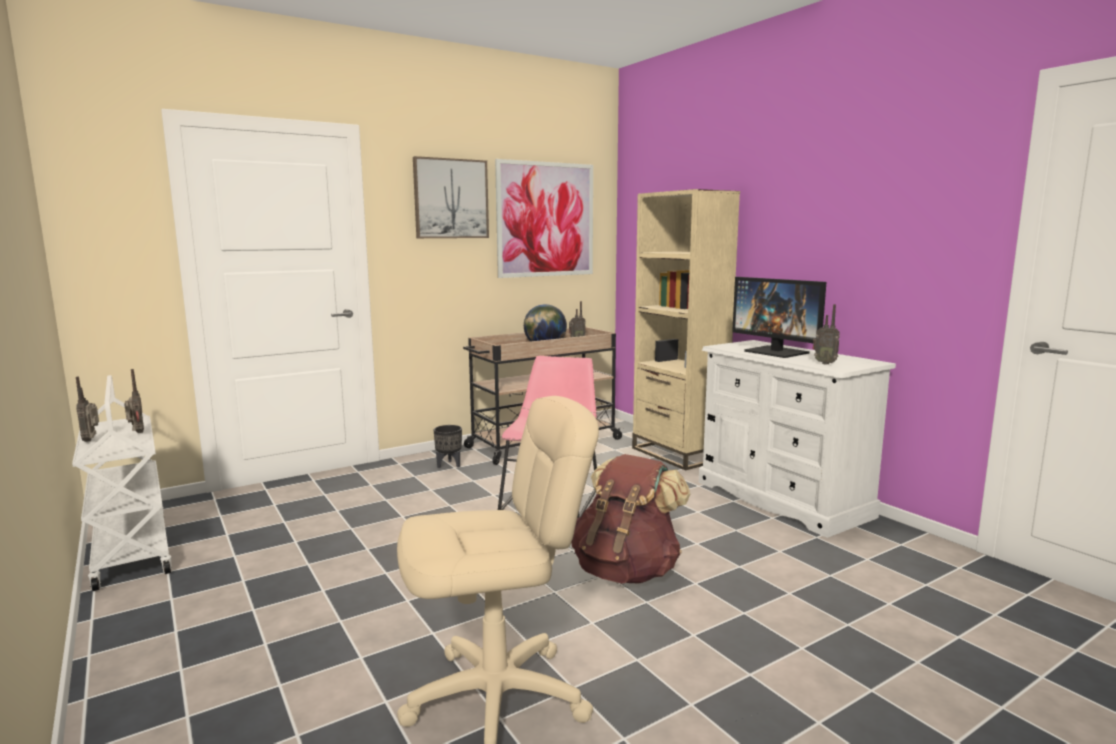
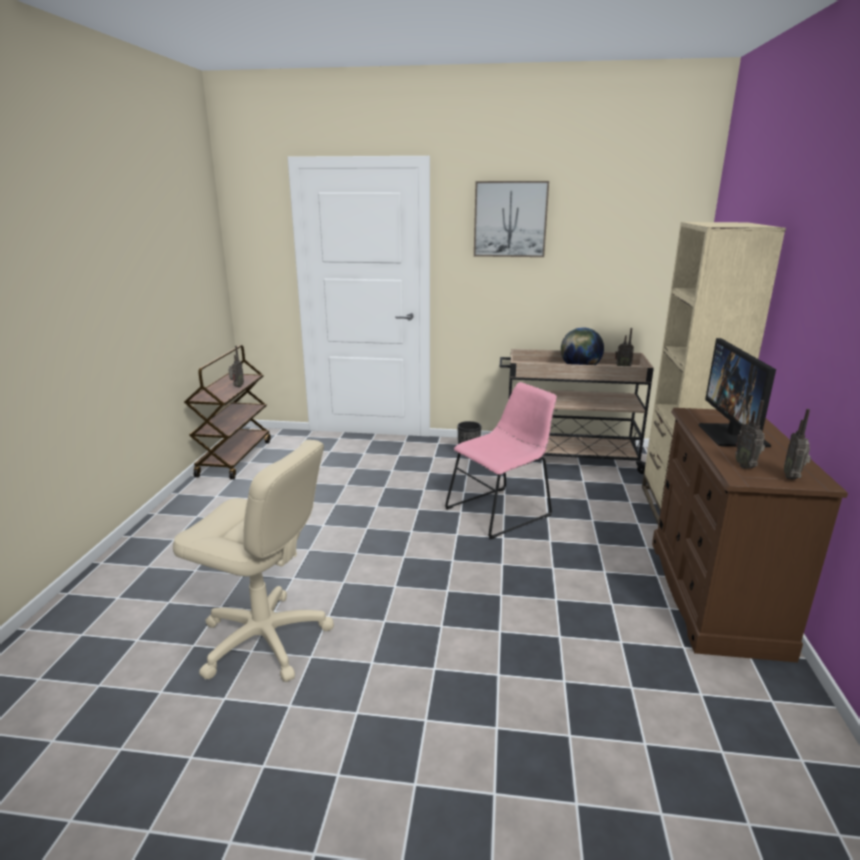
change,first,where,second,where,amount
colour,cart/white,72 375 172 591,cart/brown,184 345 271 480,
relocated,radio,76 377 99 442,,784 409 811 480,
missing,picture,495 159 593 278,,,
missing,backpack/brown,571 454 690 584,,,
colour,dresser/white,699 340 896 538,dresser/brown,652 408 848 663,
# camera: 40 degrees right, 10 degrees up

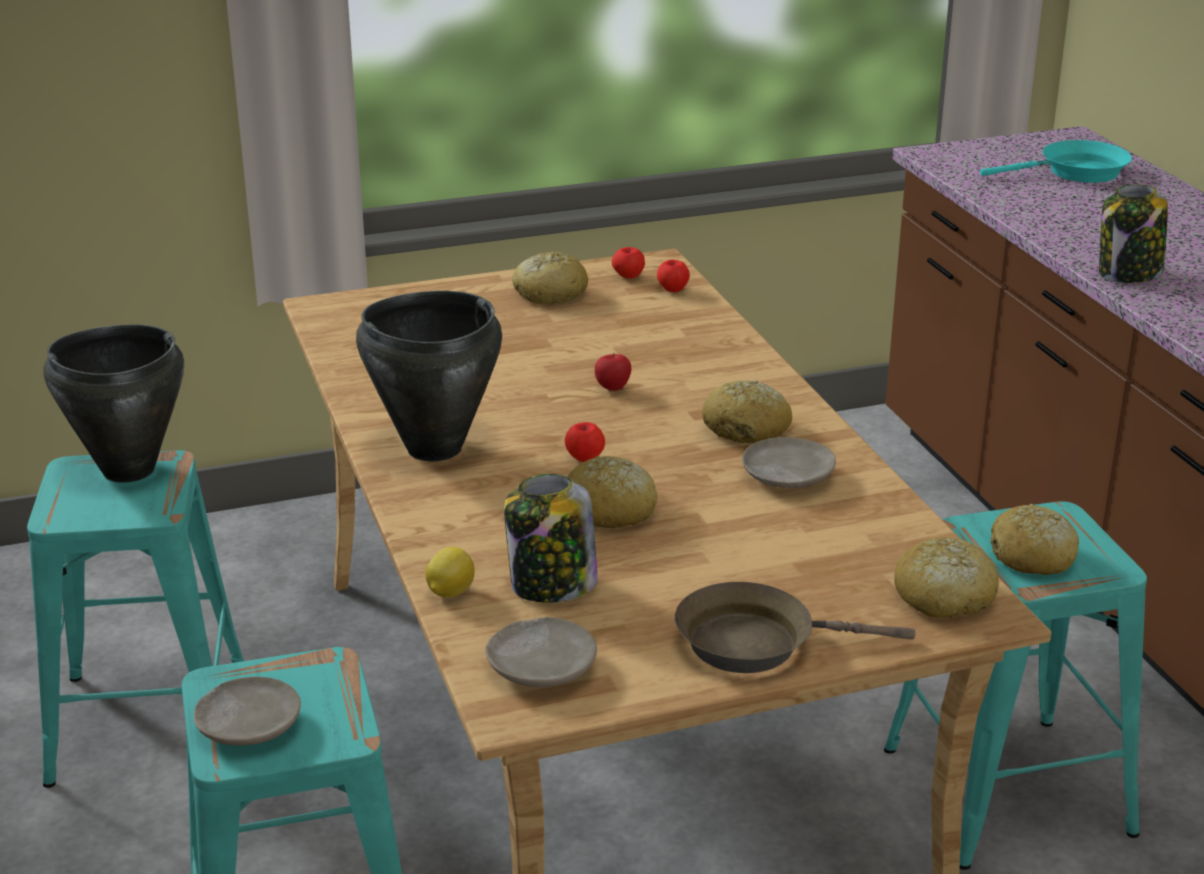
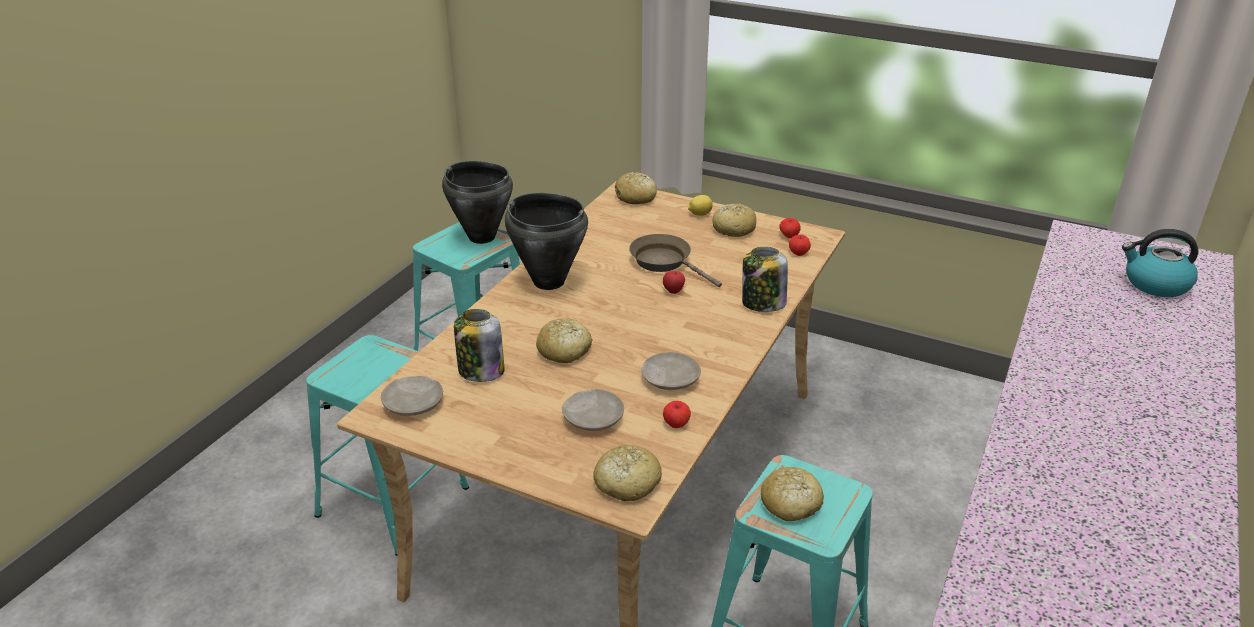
change,first,where,second,where,amount
relocated,plate/beige,194 677 301 746,,562 389 624 431,
relocated,lemon,425 547 475 597,,688 195 713 216,
relocated,apple,565 422 605 462,,663 401 691 428,
relocated,frying pan/brown,675 582 915 673,,629 234 722 287,
relocated,bread,702 380 792 444,,615 172 657 204,
exchanged,frying pan/turquoise,980 140 1132 183,kettle,1122 229 1198 297,
relocated,jar,1099 184 1168 283,,742 247 788 312,
# camera: 45 degrees right, 5 degrees up

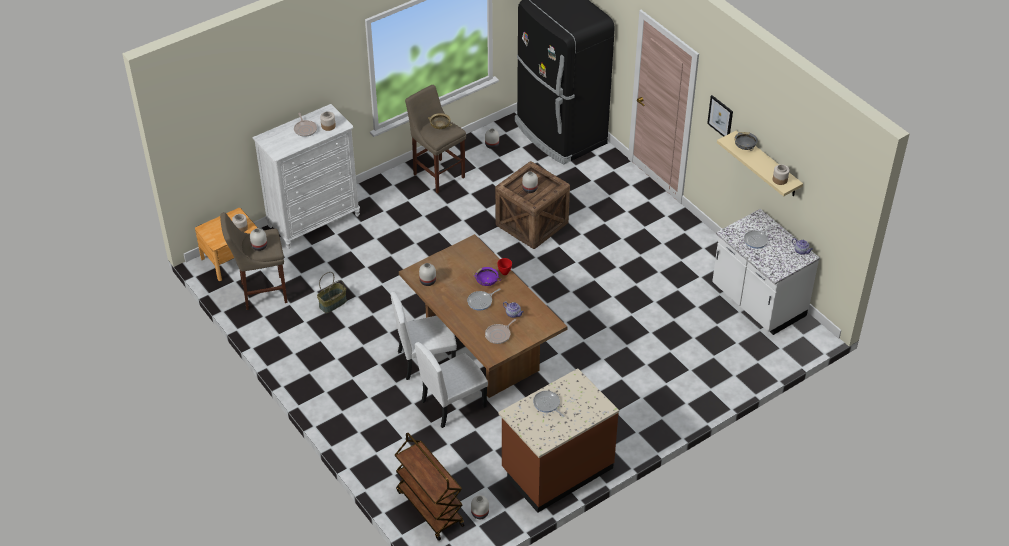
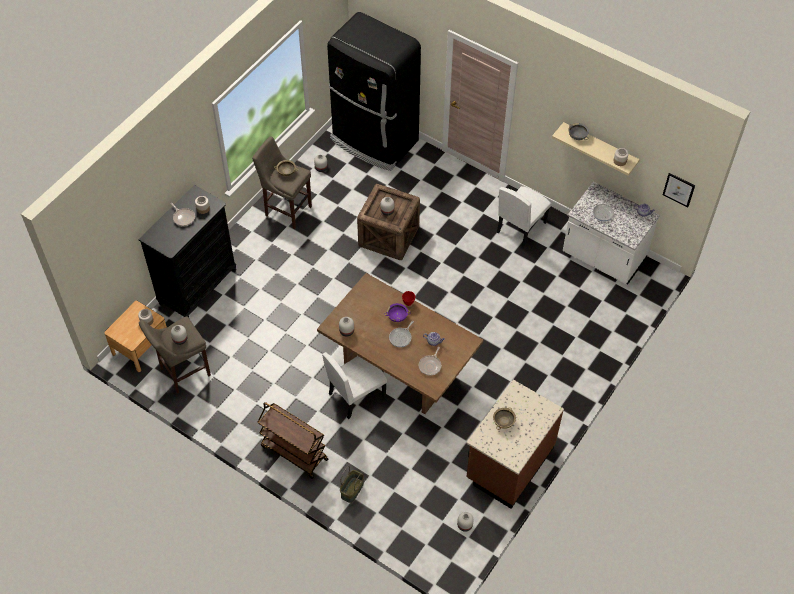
change,first,where,second,where,amount
colour,dresser/white,252 104 360 249,dresser/black,138 185 236 318,
relocated,basket,317 272 347 313,,340 466 364 503,
relocated,cart/brown,395 432 465 541,,257 402 328 479,
relocated,chair/white,415 342 488 428,,497 186 551 248,
exchanged,frying pan,533 391 565 417,bowl/beige,493 407 516 430,
relocated,picture,707 95 733 137,,663 173 695 208,
# camera: 20 degrees left, 10 degrees up

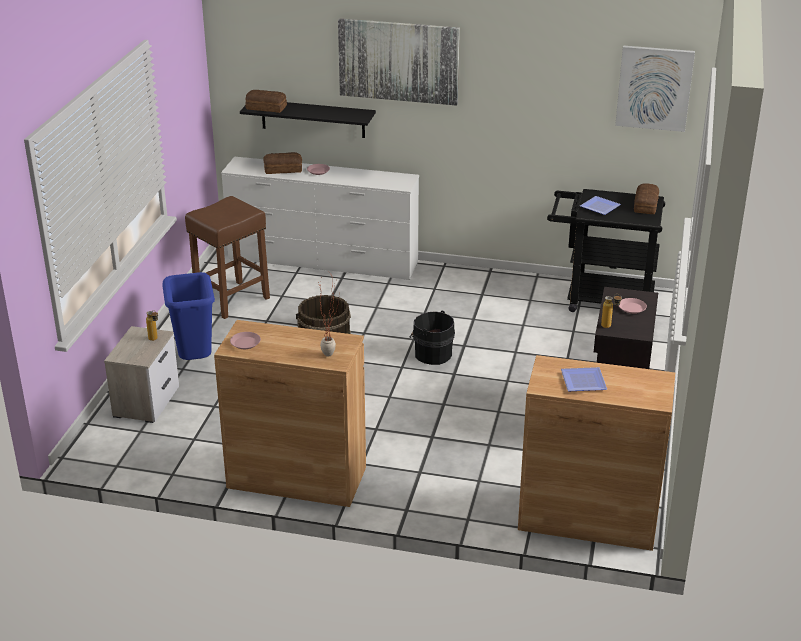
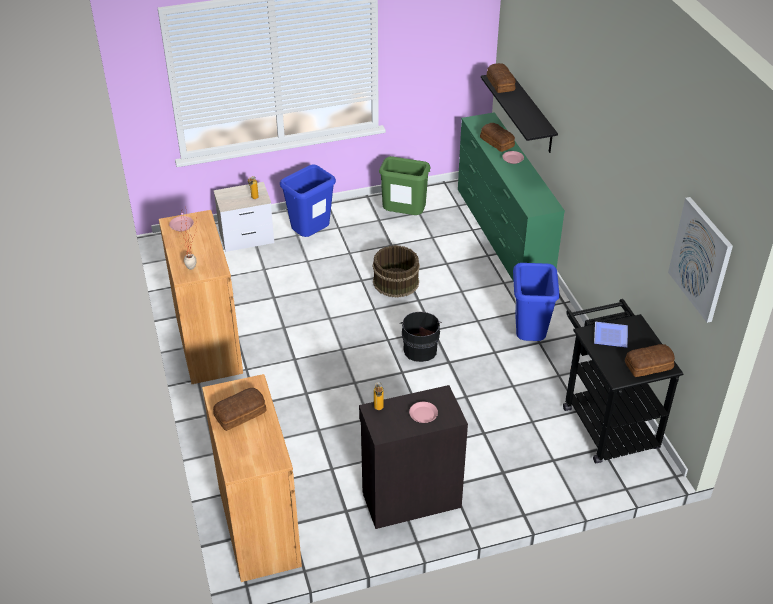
change,first,where,second,where,amount
exchanged,stool/brown,185 196 270 319,trash can/green,379 156 430 215,
colour,dresser/white,221 156 419 280,dresser/green,458 112 565 282,
missing,picture,338 18 460 106,,,
exchanged,plate,561 367 607 391,bread,213 388 266 431,
appeared,,,trash can/blue,513 263 560 341,
# camera: 60 degrees right, 10 degrees up

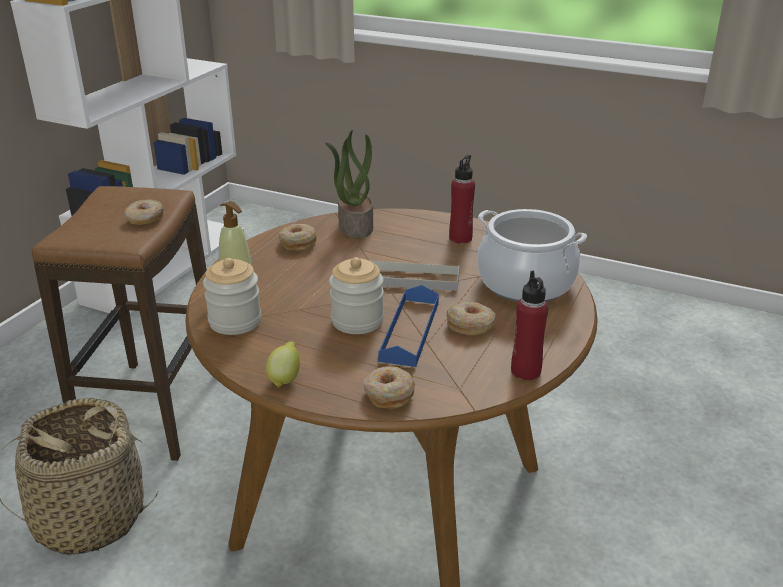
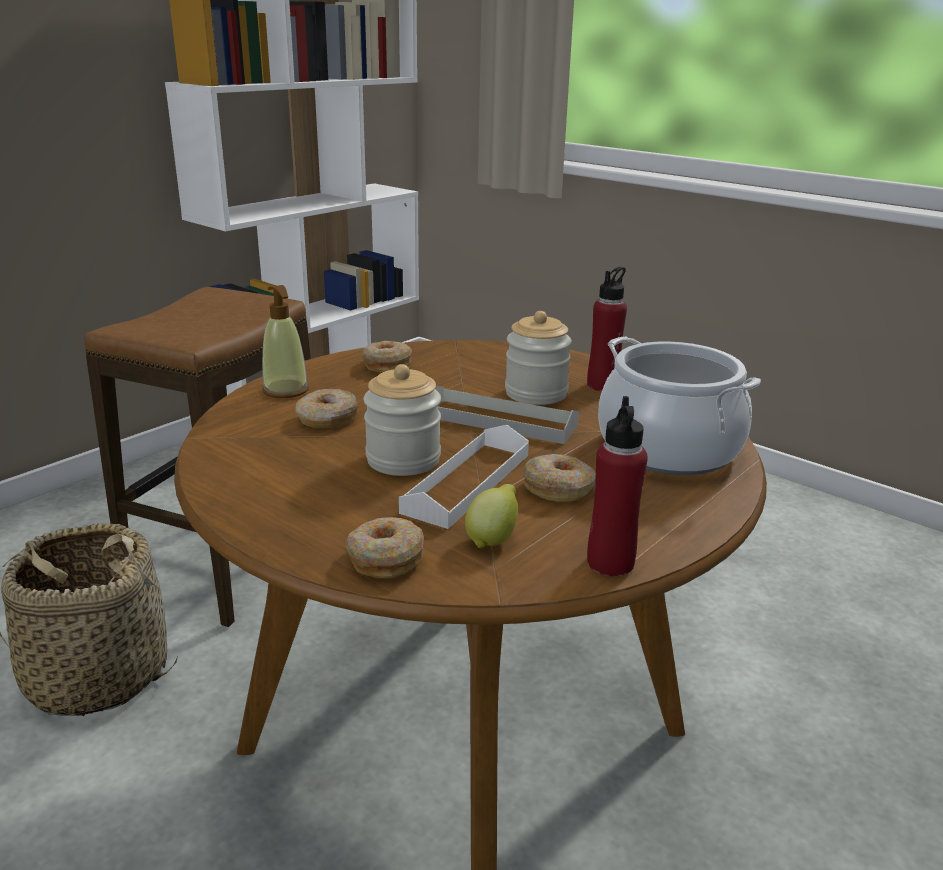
change,first,where,second,where,amount
relocated,donut,124 199 163 225,,295 389 358 428,
relocated,jar,203 258 261 335,,505 311 572 405,
relocated,lemon,266 341 300 387,,465 484 518 548,
missing,potted plant,325 130 373 238,,,
colour,tray/blue,378 285 439 367,tray/white,399 425 529 529,
# camera: 15 degrees right, 5 degrees down

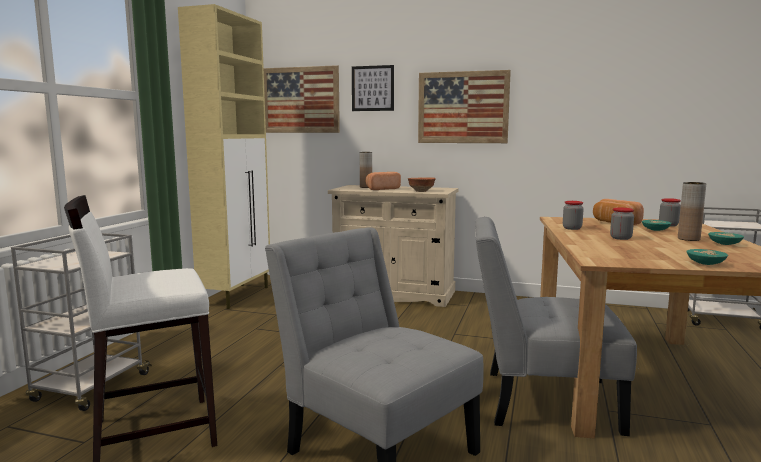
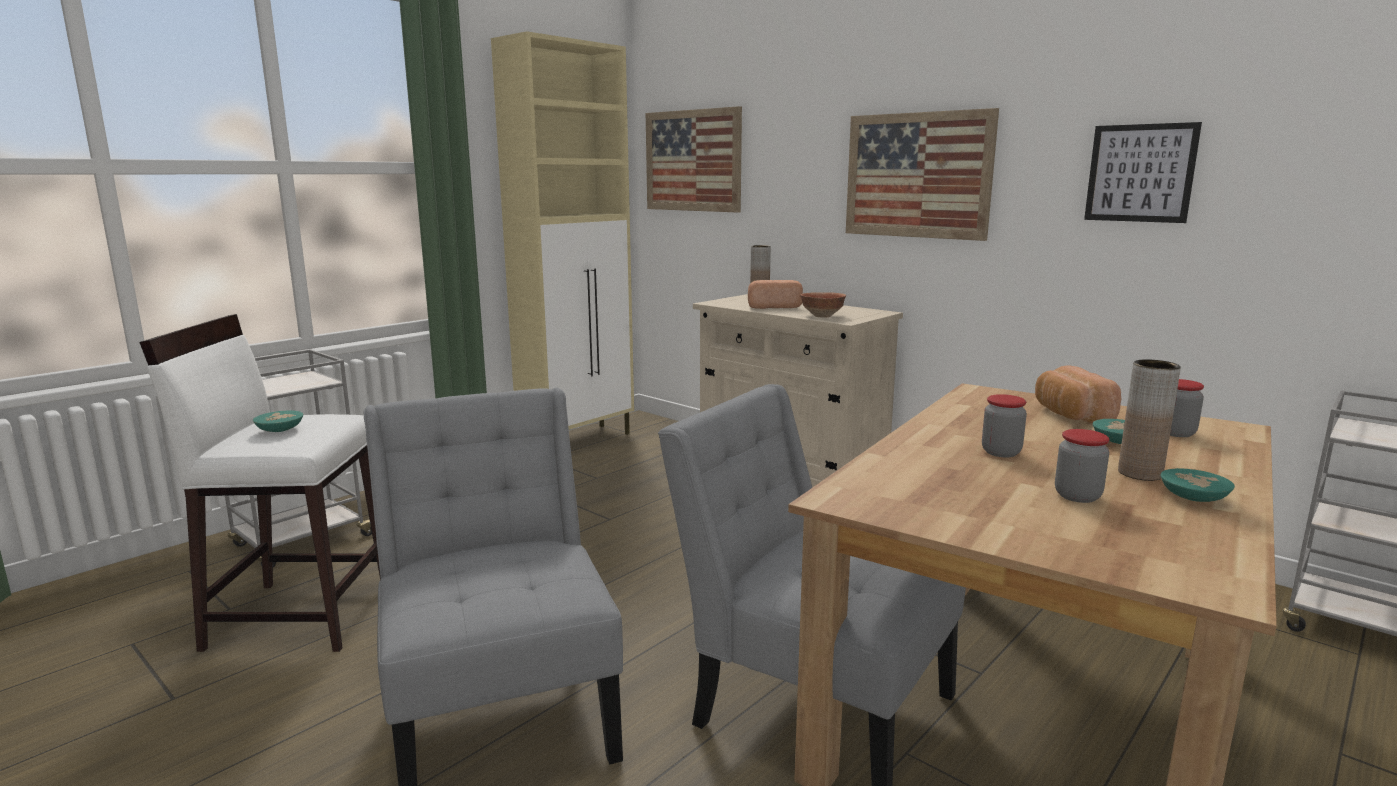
change,first,where,second,where,amount
relocated,picture,352 65 394 111,,1084 122 1202 223,
relocated,jar,563 201 584 230,,1055 429 1110 503,
relocated,bowl/turquoise,686 249 728 265,,253 410 303 432,
# camera: 25 degrees right, 5 degrees up

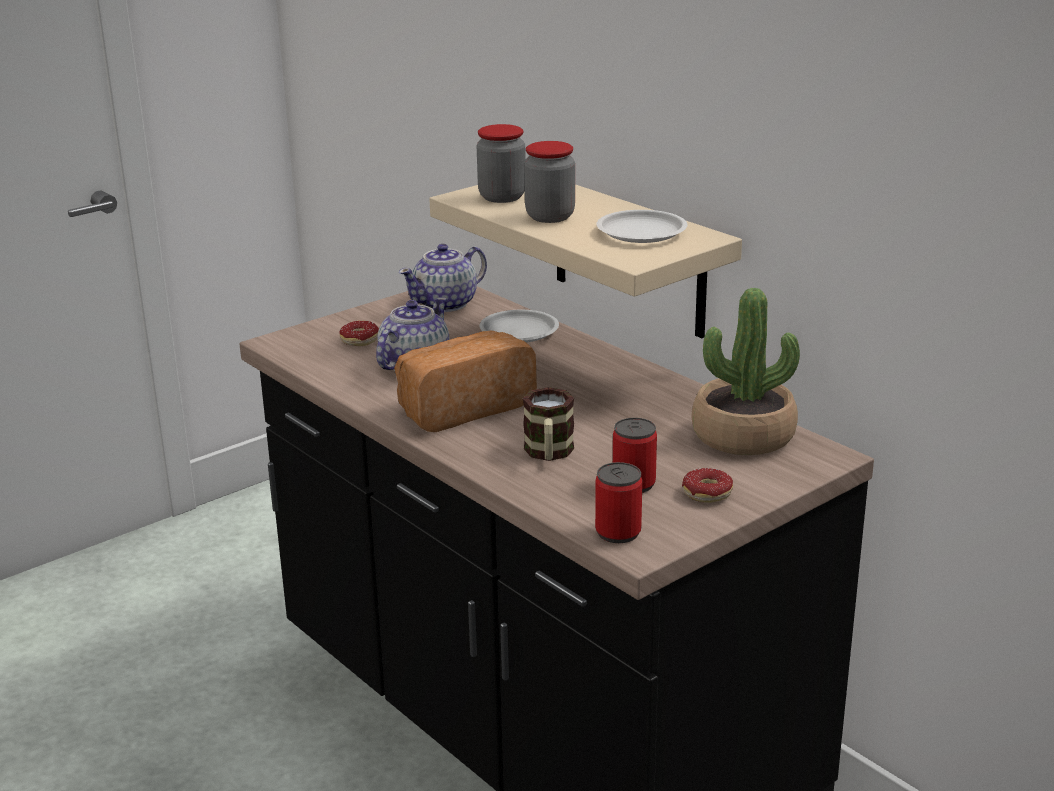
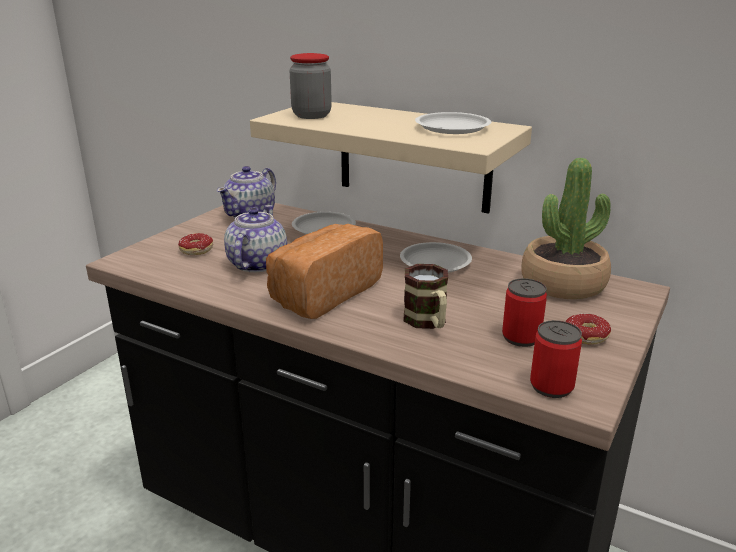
change,first,where,second,where,amount
missing,jar,524 141 575 223,,,
appeared,,,plate/white,400 242 472 273,
# camera: 20 degrees left, 0 degrees up

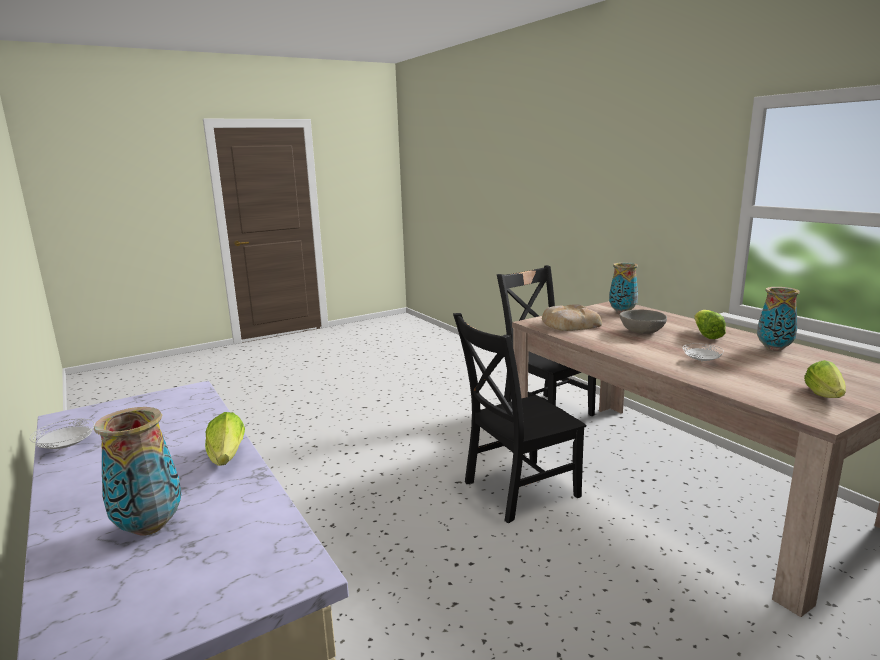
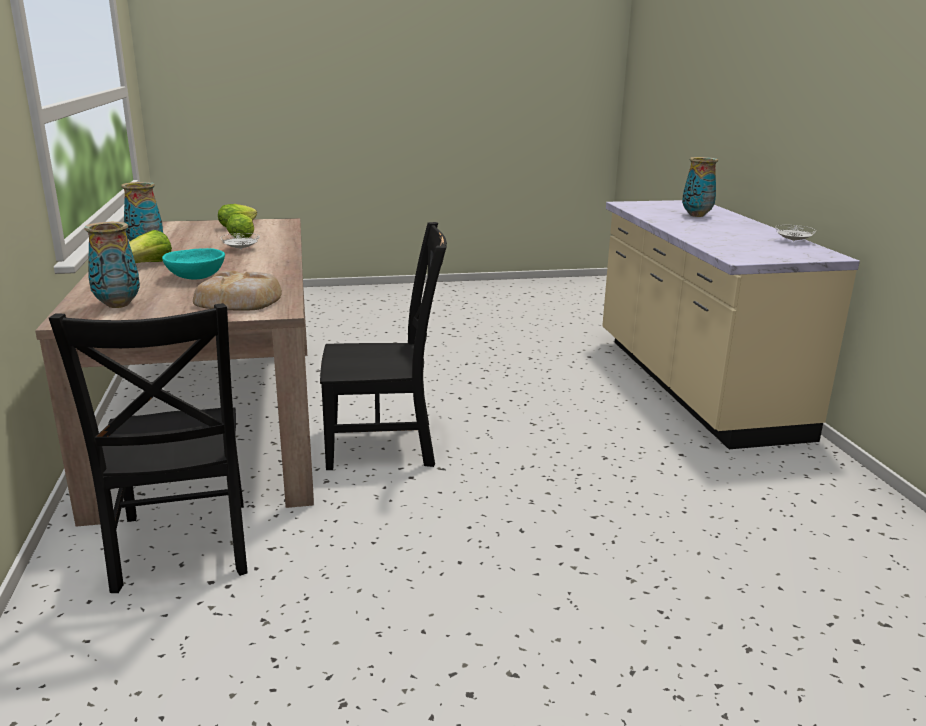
change,first,where,second,where,amount
relocated,lettuce,205 412 245 466,,226 214 254 238,
colour,bowl/grey,619 310 667 334,bowl/turquoise,162 248 225 279,
# camera: 160 degrees left, 5 degrees up

